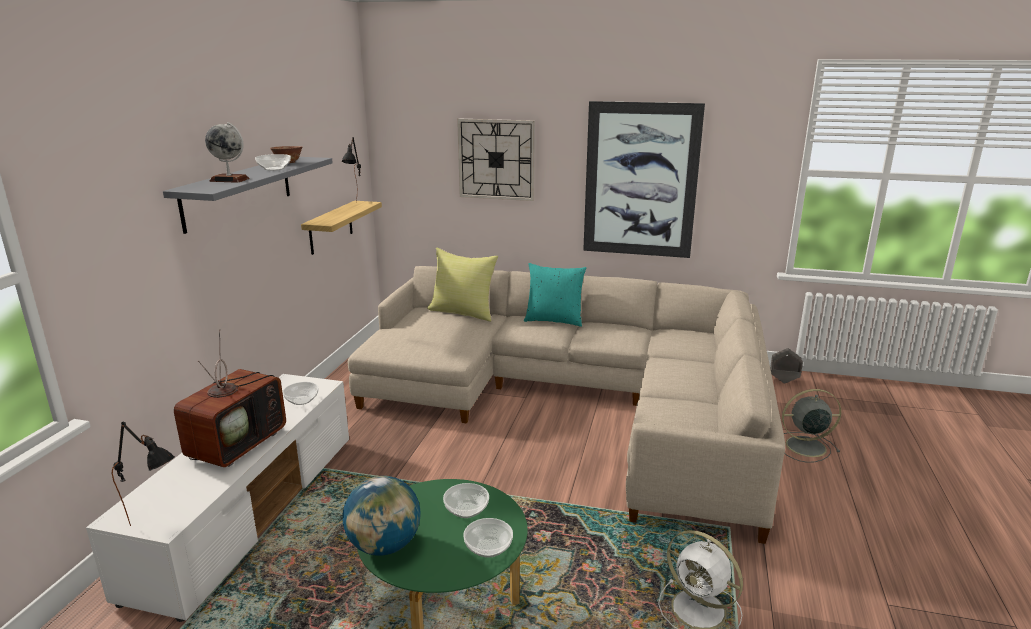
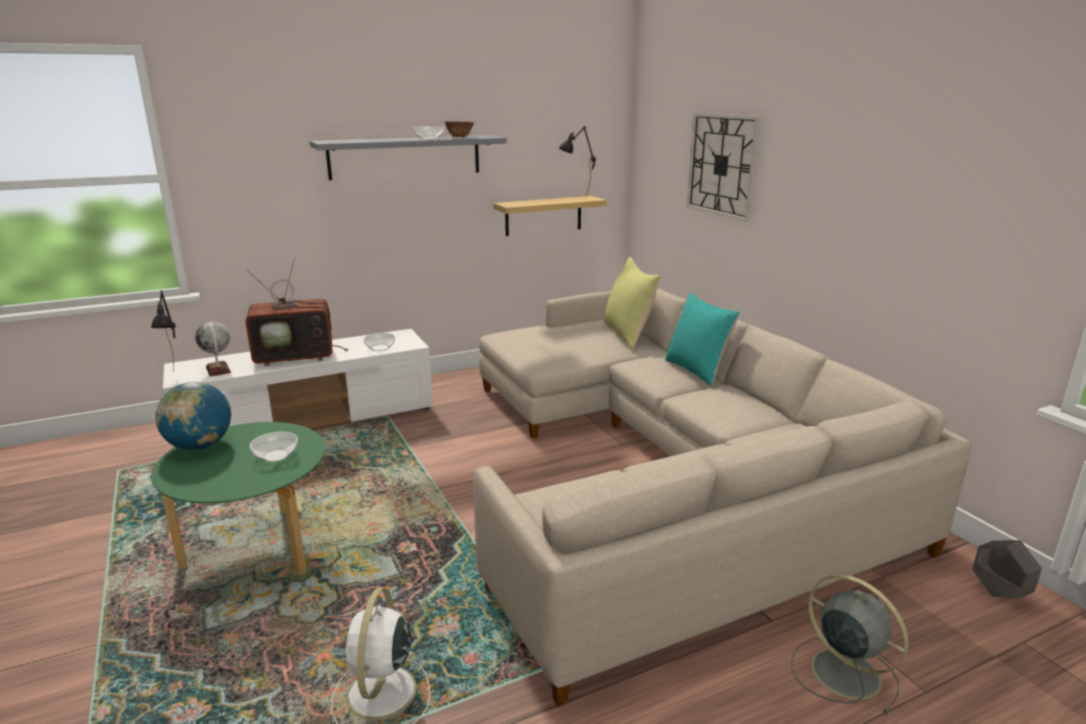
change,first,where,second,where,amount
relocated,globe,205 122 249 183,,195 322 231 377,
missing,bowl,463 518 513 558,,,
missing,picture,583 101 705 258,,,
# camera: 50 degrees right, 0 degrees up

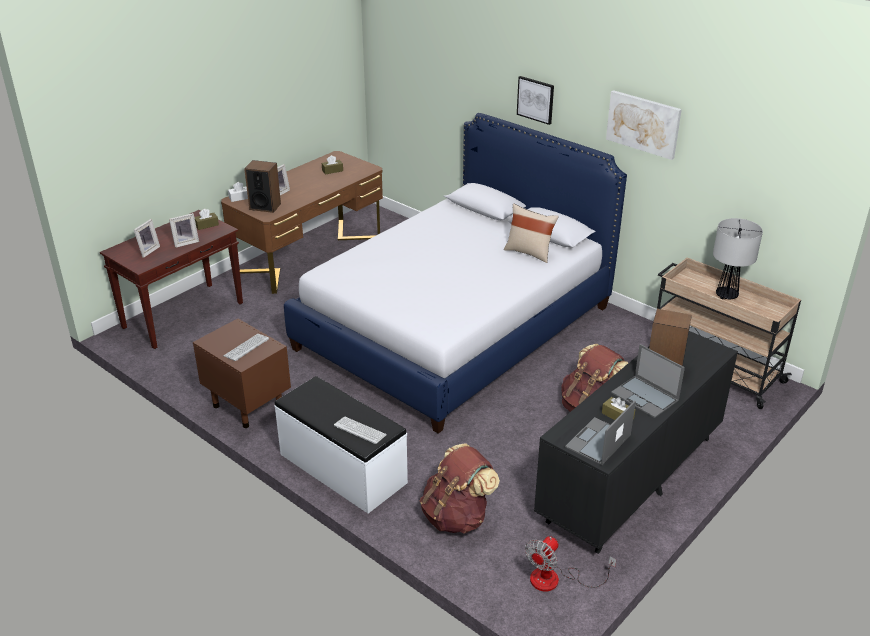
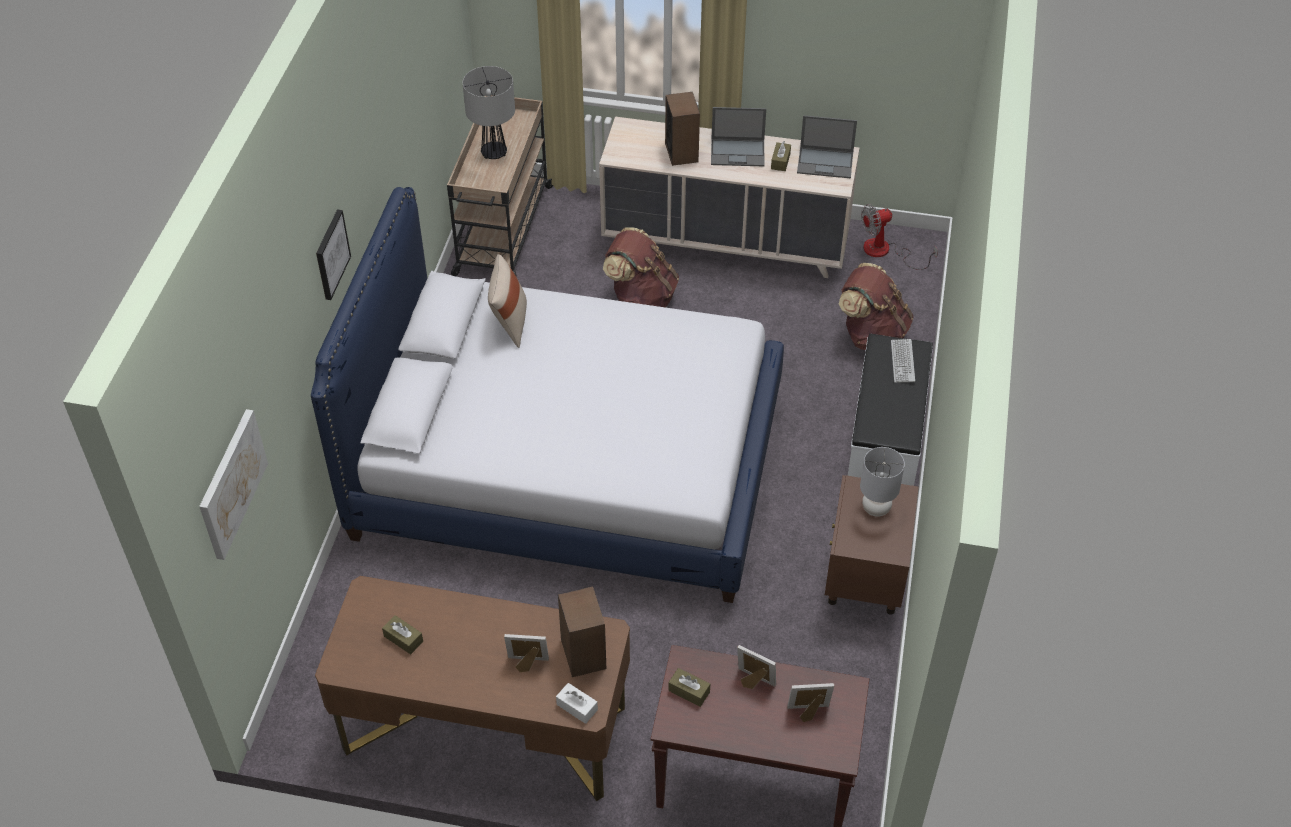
change,first,where,second,where,amount
exchanged,keyboard,223 334 269 361,table lamp/grey,860 447 905 517,
spun,fan,525 536 617 592,,861 204 938 270,150 degrees clockwise
colour,dresser/black,534 331 738 554,dresser/beige,599 117 860 278,
relocated,picture,606 90 682 160,,199 409 268 560,
spun,laptop,611 344 685 418,,711 107 766 166,75 degrees clockwise
# camera: 120 degrees left, 15 degrees up

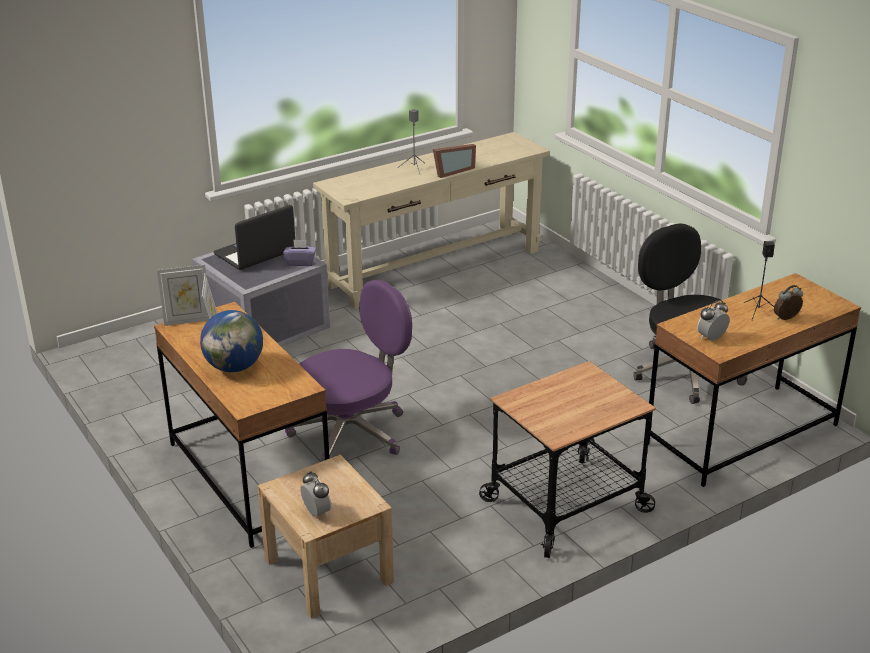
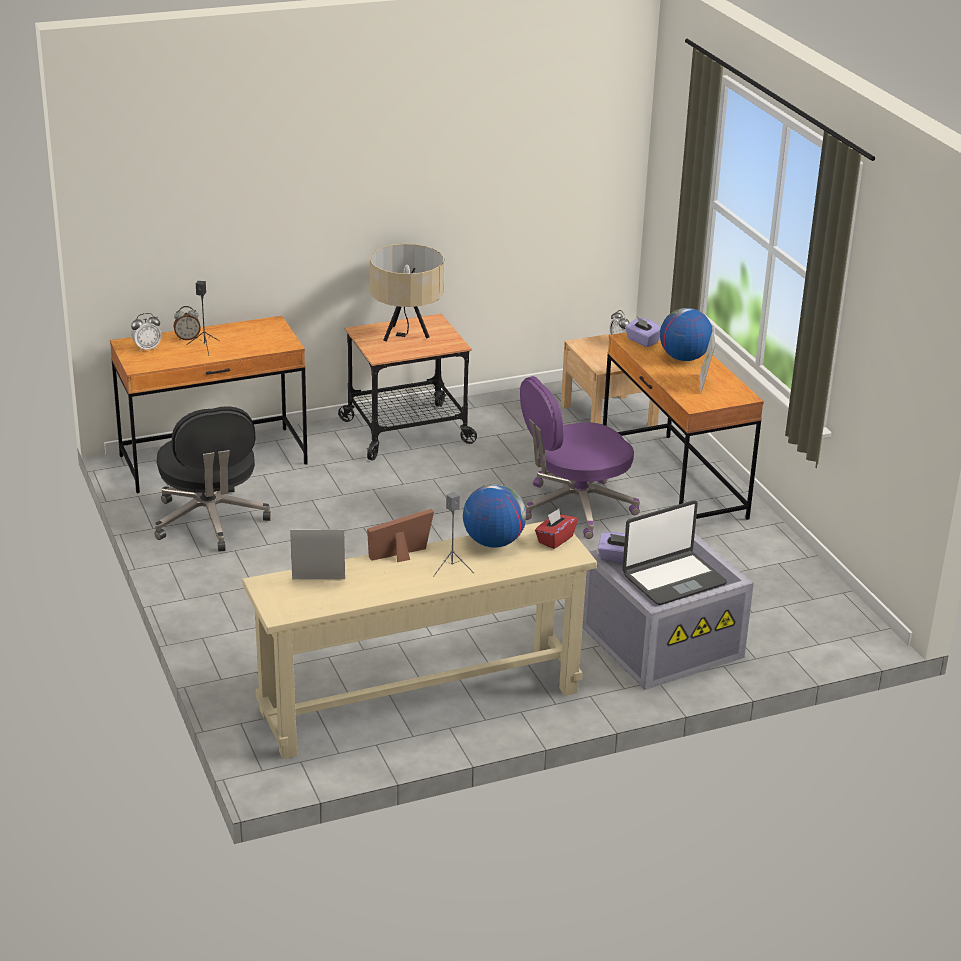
change,first,where,second,where,amount
relocated,picture frame,157 265 209 326,,290 529 345 579,
relocated,alarm clock,697 300 730 341,,131 313 161 352,
appeared,,,table lamp/beige,370 244 444 342,
appeared,,,globe,463 484 526 548,
appeared,,,tissue box/red,535 509 578 549,
appeared,,,tissue box/purple,625 317 661 347,
# camera: 170 degrees left, 0 degrees up

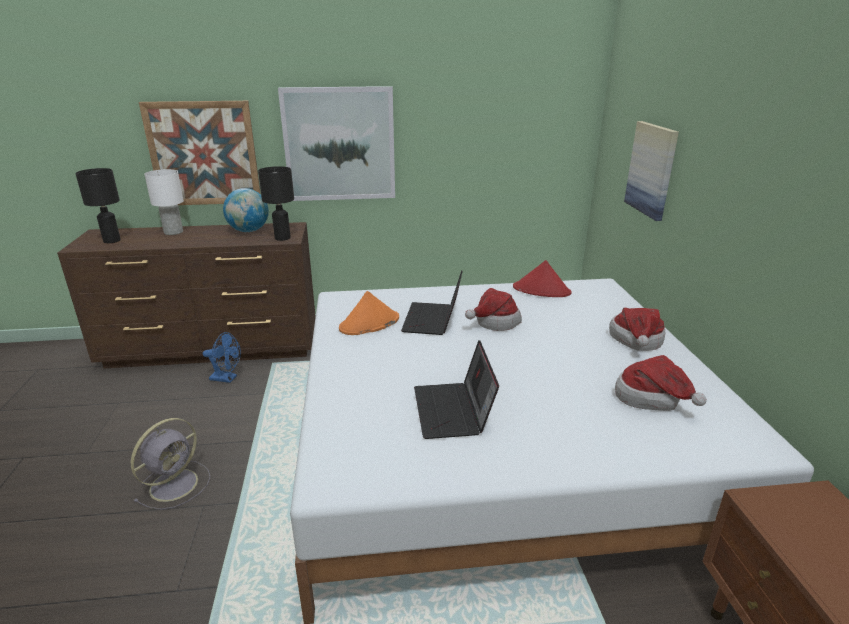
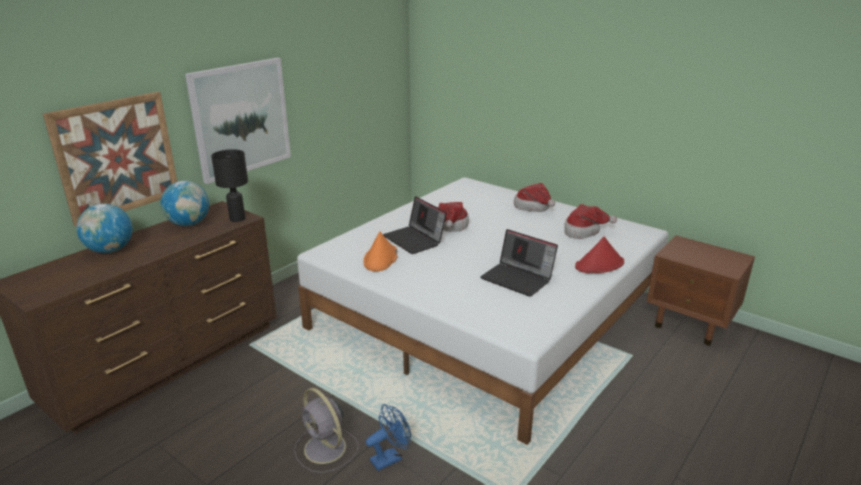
change,first,where,second,where,amount
missing,table lamp/black,75 168 121 243,,,
spun,fan/grey,131 418 211 510,,294 388 358 473,150 degrees clockwise
exchanged,table lamp/white,144 169 184 235,globe,76 204 132 253,
relocated,fan/blue,203 332 241 383,,366 404 411 471,
relocated,hat/red,513 260 572 297,,575 237 624 273,
missing,picture,624 121 679 221,,,
# camera: 45 degrees left, 0 degrees up

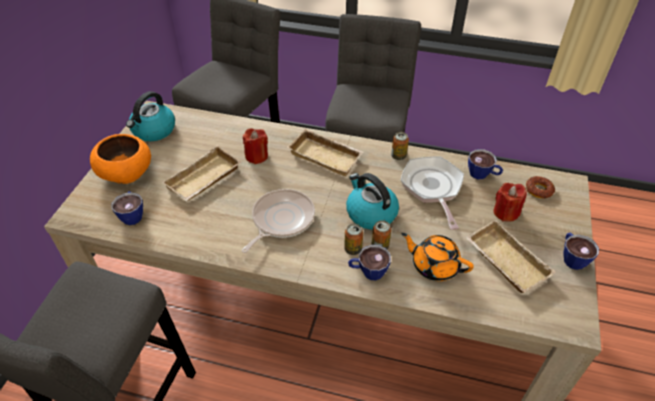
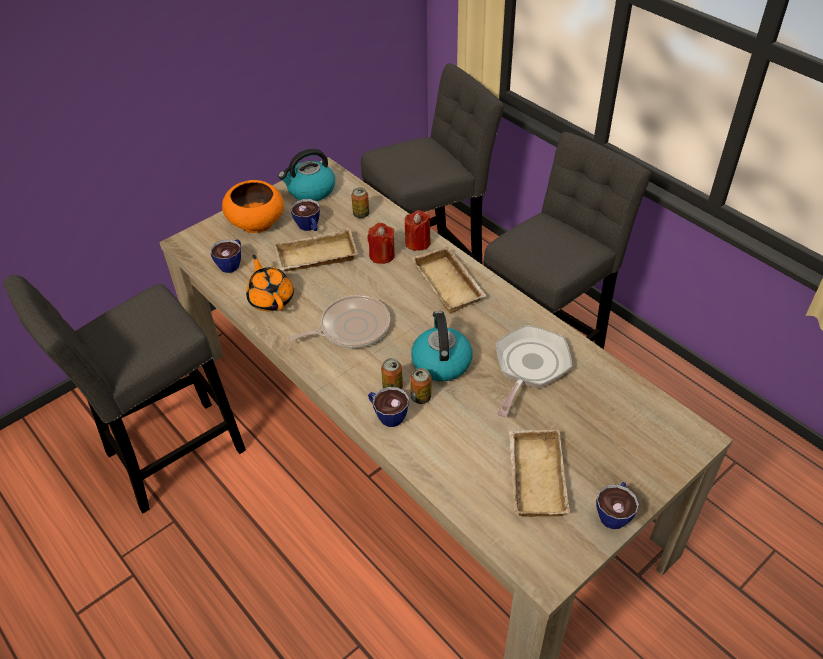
change,first,where,second,where,amount
relocated,can,391 132 409 160,,351 187 370 218,
relocated,teapot/orange,401 233 474 281,,246 255 294 311,
relocated,cup,468 149 503 179,,291 199 320 231,
relocated,candle/red,493 183 527 222,,405 210 431 251,
missing,donut,526 176 555 198,,,
# camera: 35 degrees right, 0 degrees up

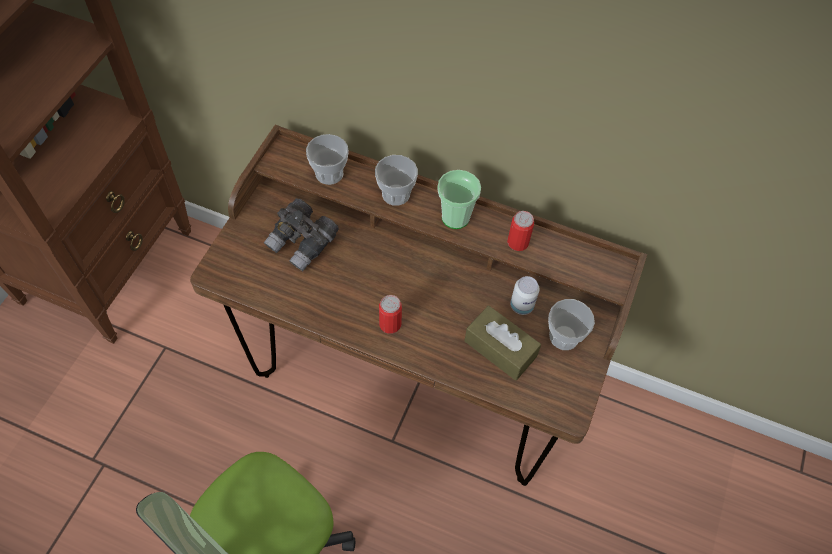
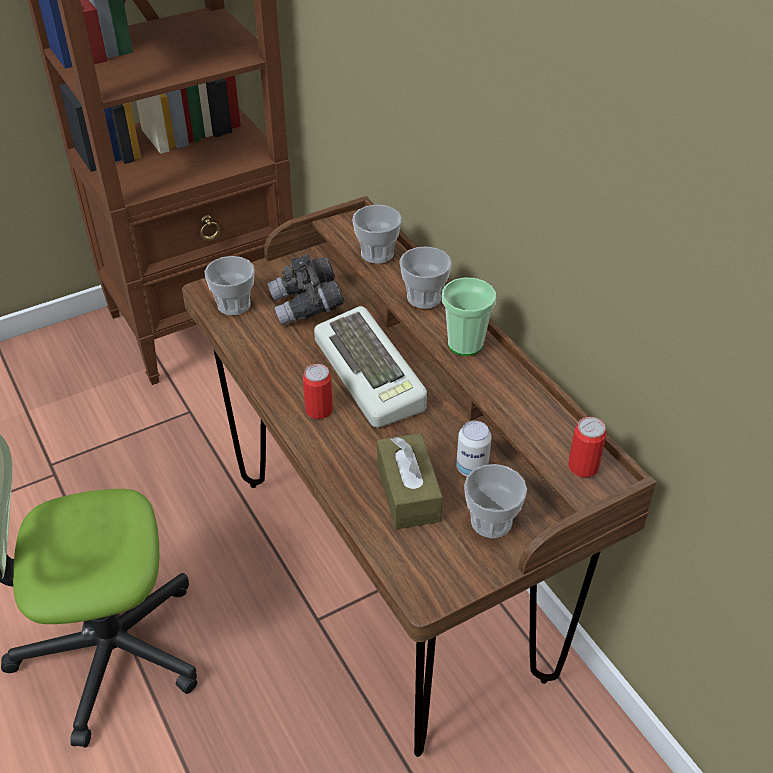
change,first,where,second,where,amount
relocated,can,507 211 534 251,,568 417 606 477,
appeared,,,cup,205 256 255 315,
appeared,,,keyboard,314 306 427 428,
# camera: 40 degrees right, 15 degrees down

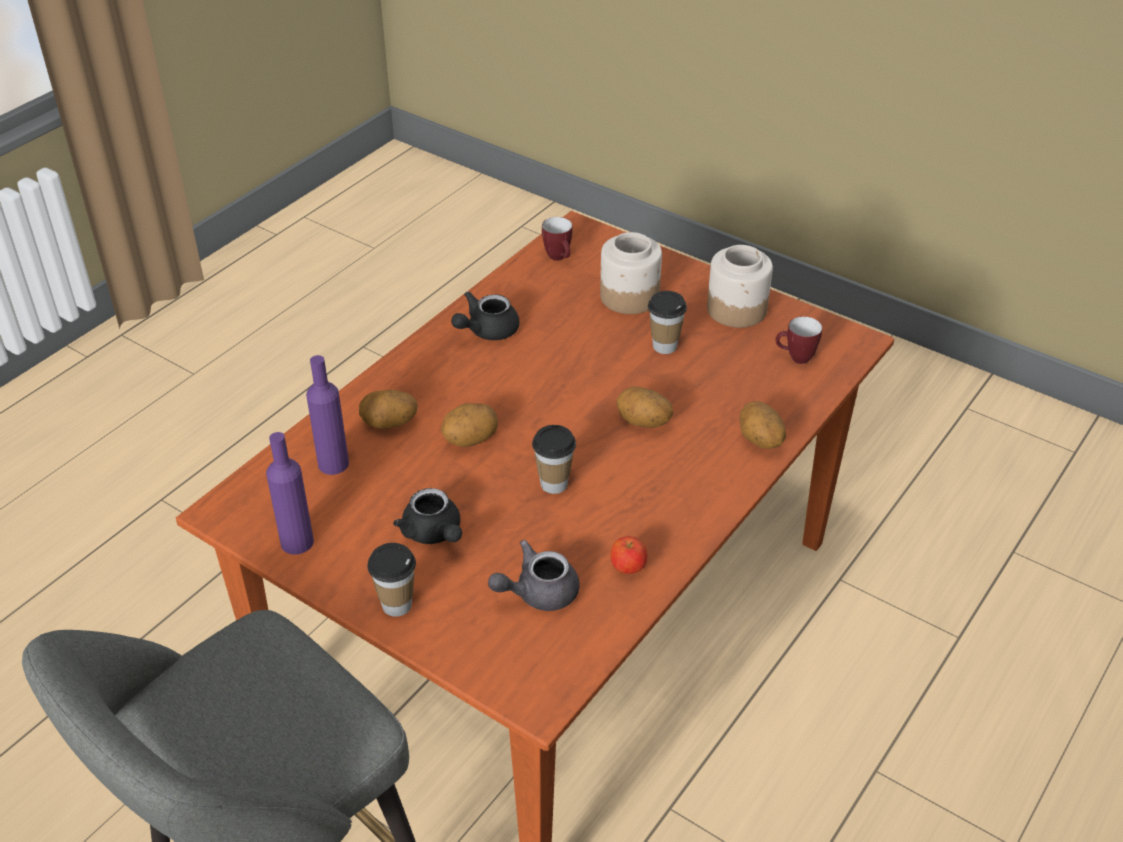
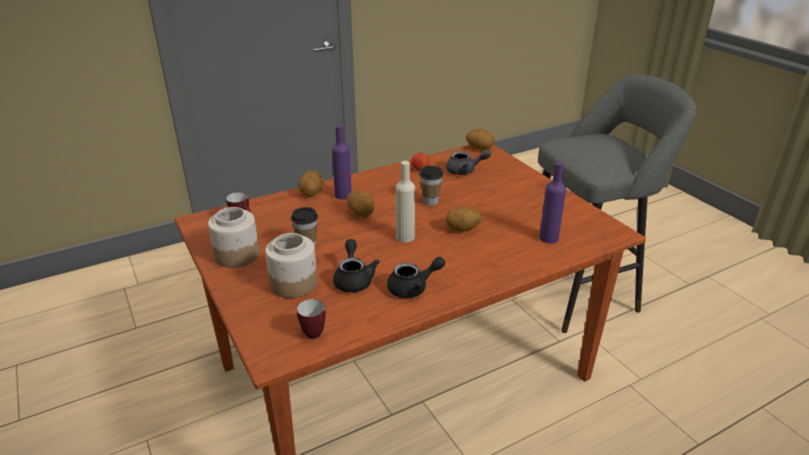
change,first,where,second,where,amount
relocated,bottle/purple,266 432 314 554,,332 125 352 200,
relocated,potato,359 390 418 429,,466 129 495 150,
missing,cup,367 543 416 617,,,
relocated,teapot/black,393 488 462 544,,333 239 380 293,
appeared,,,bottle/beige,396 161 415 243,
# camera: 155 degrees left, 10 degrees down

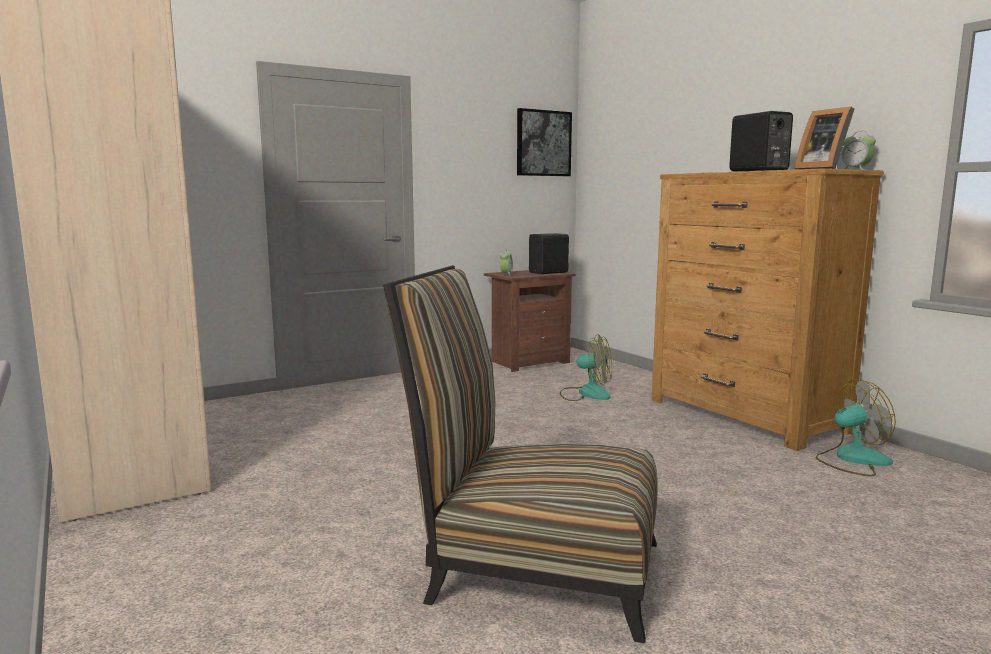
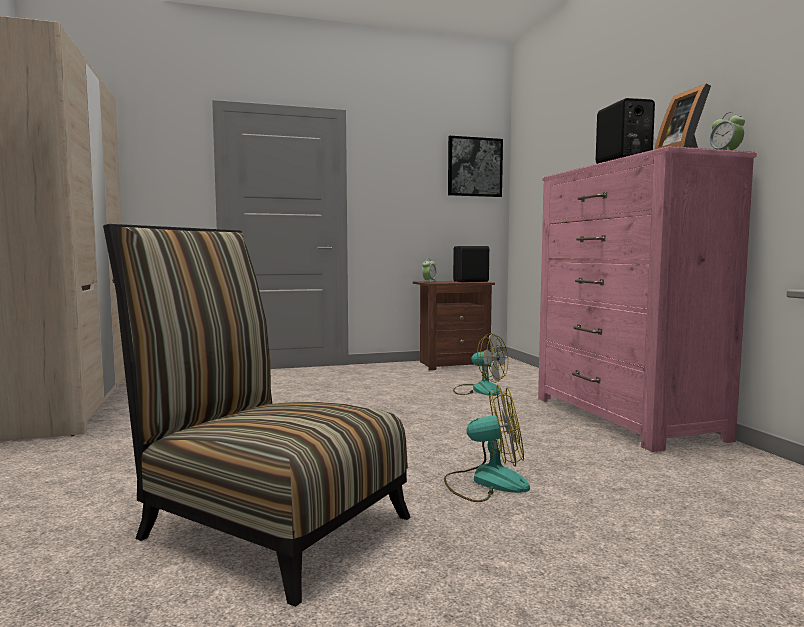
change,first,where,second,where,amount
colour,dresser/brown,652 168 884 451,dresser/pink,538 146 757 452,
relocated,fan,816 379 896 476,,444 385 530 502,
# camera: 15 degrees right, 5 degrees down

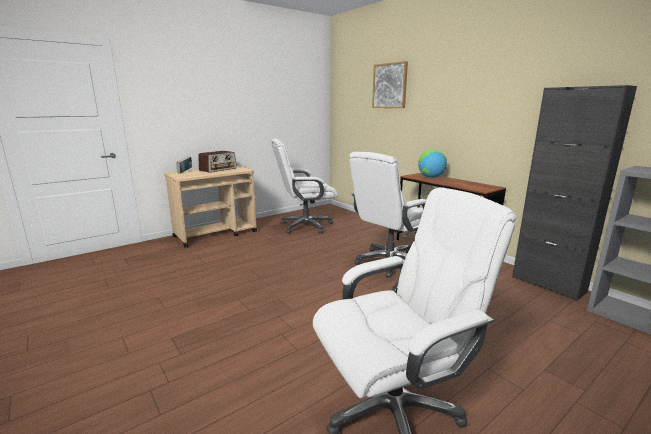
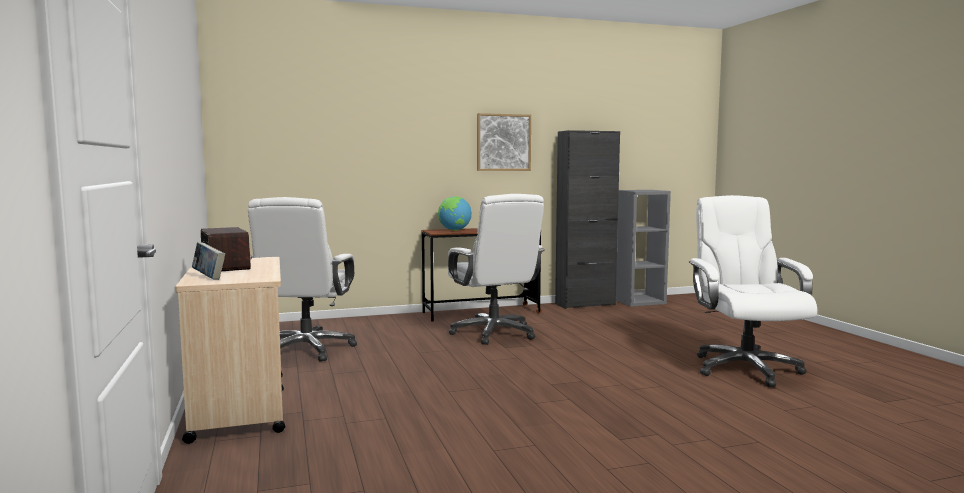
change,first,where,second,where,amount
relocated,picture,372 61 408 108,,477 113 531 171,
# camera: 70 degrees left, 10 degrees down

